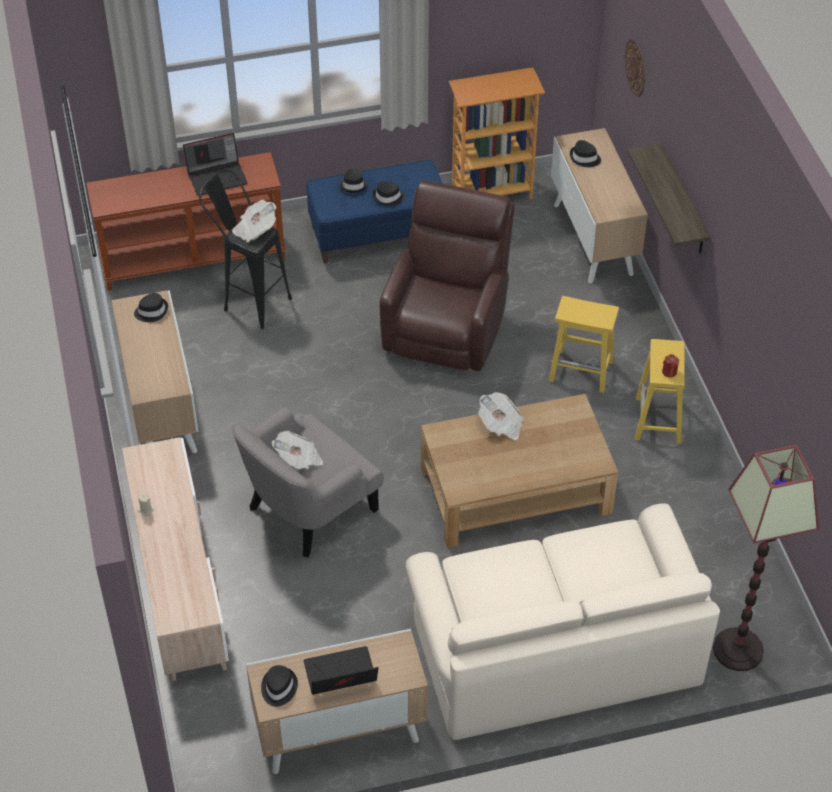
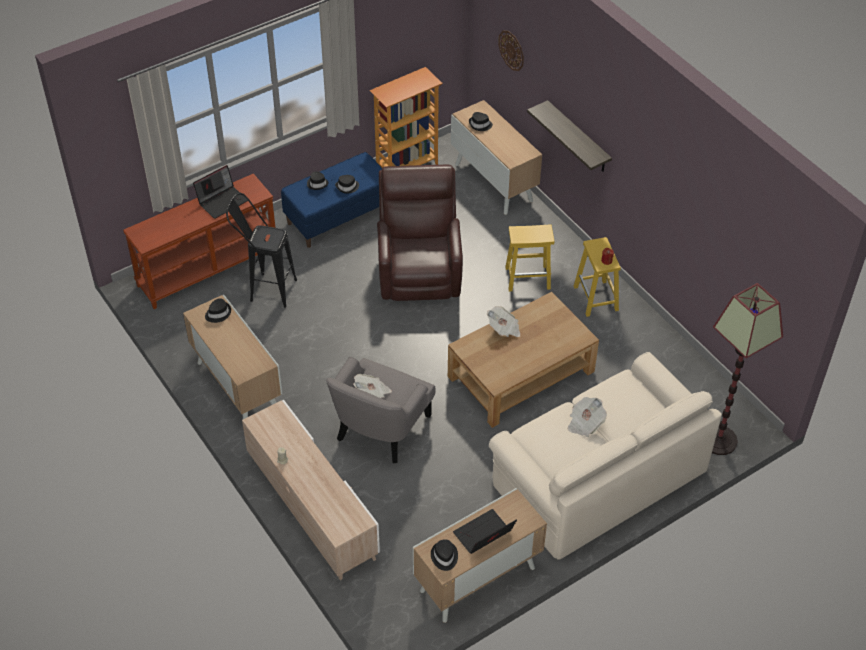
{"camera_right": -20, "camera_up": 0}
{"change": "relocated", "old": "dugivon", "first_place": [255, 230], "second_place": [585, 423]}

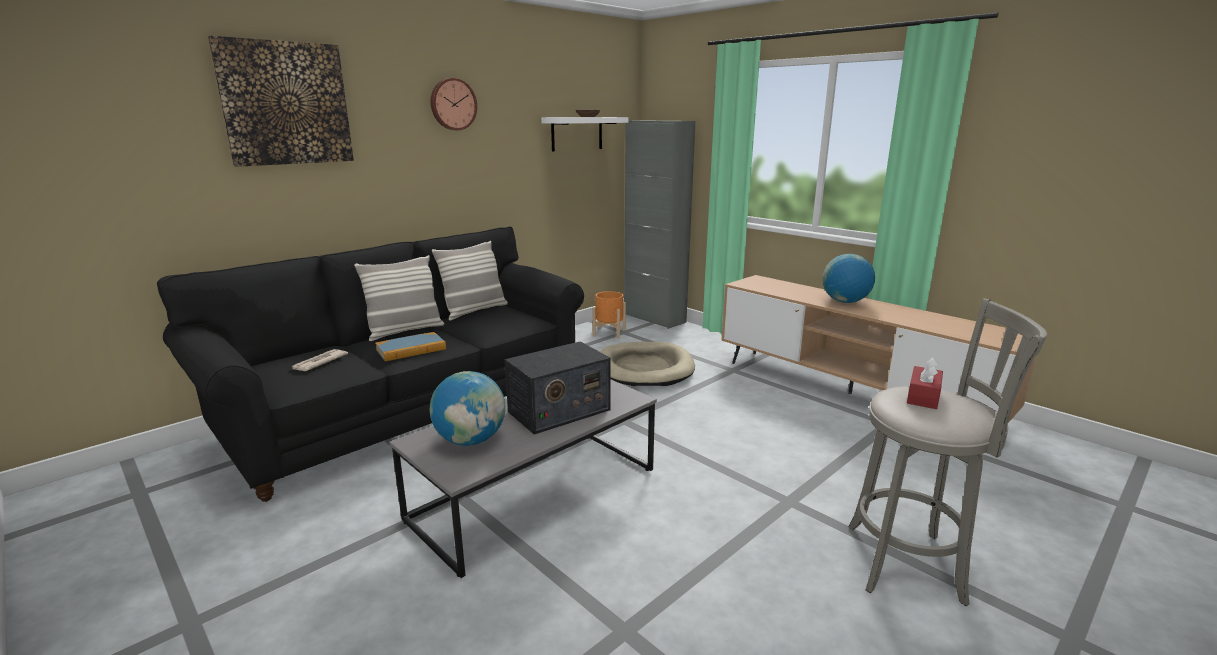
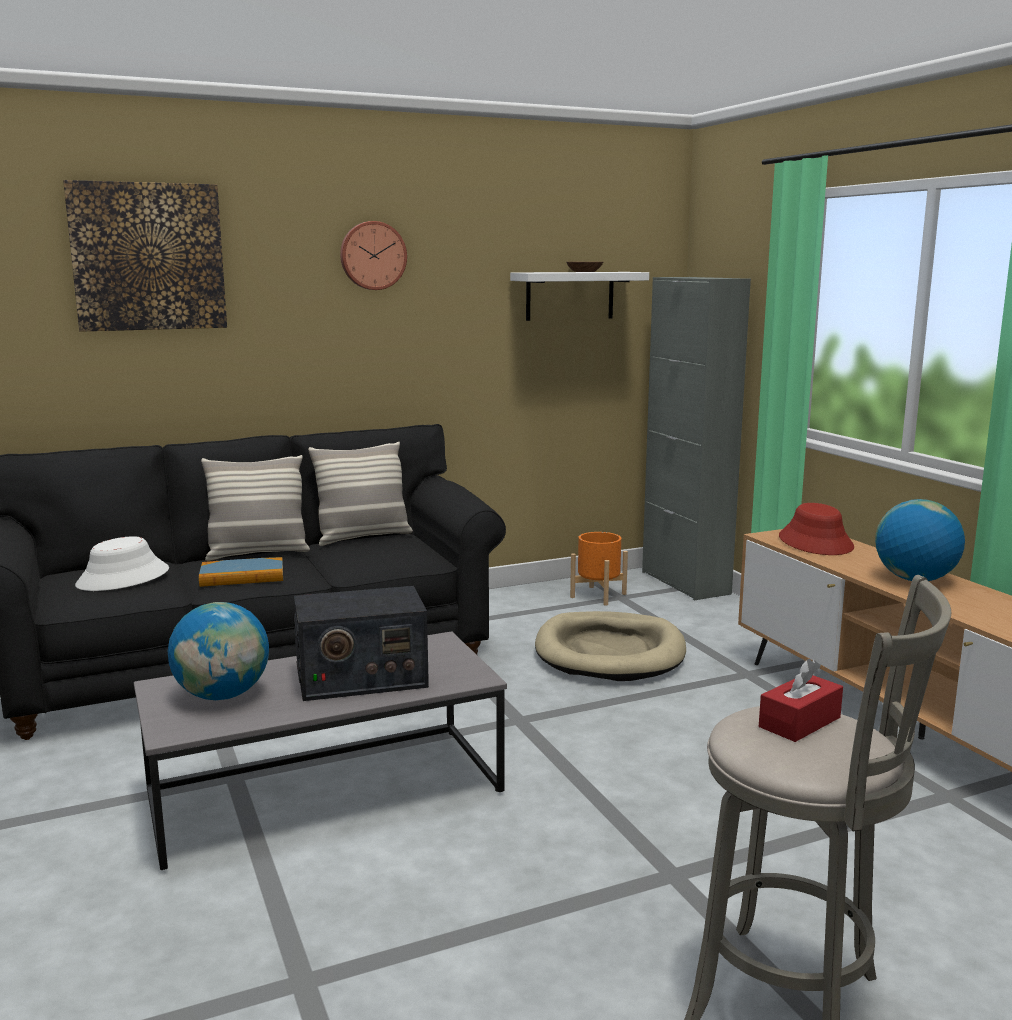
{"camera_right": 20, "camera_up": -5}
{"change": "appeared", "new": "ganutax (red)", "second_place": [816, 542]}
{"change": "exchanged", "old": "dugivon", "new": "ganutax (white)", "first_place": [319, 362], "second_place": [123, 578]}

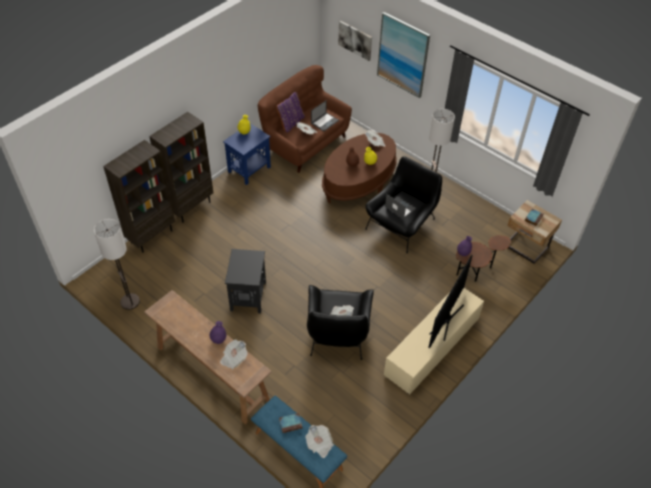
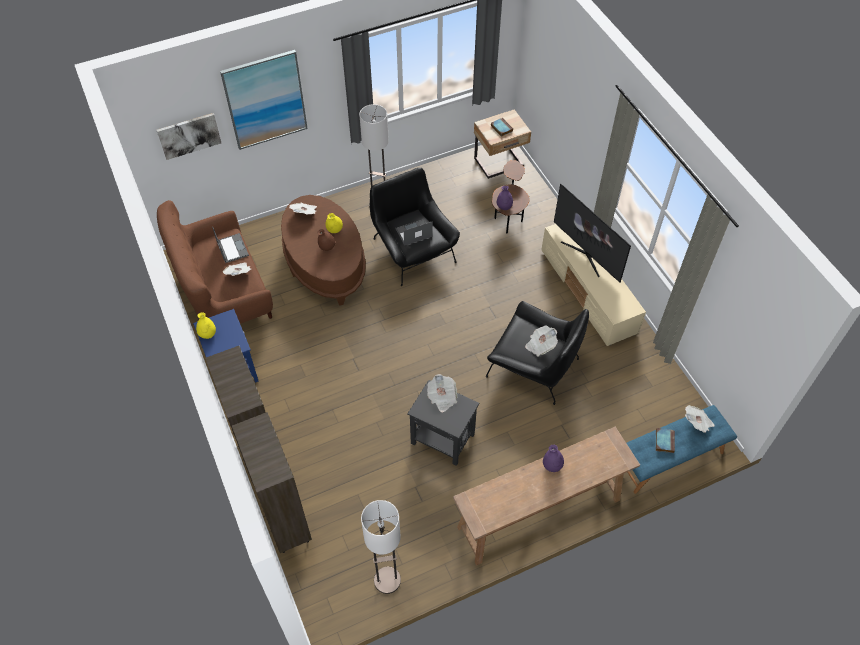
{"camera_right": -65, "camera_up": 5}
{"change": "missing", "old": "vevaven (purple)", "first_place": [290, 123]}
{"change": "relocated", "old": "dugivon", "first_place": [233, 358], "second_place": [442, 397]}

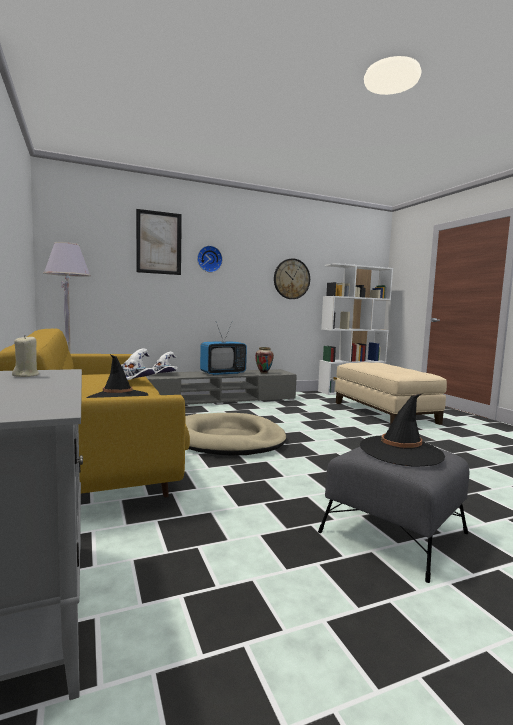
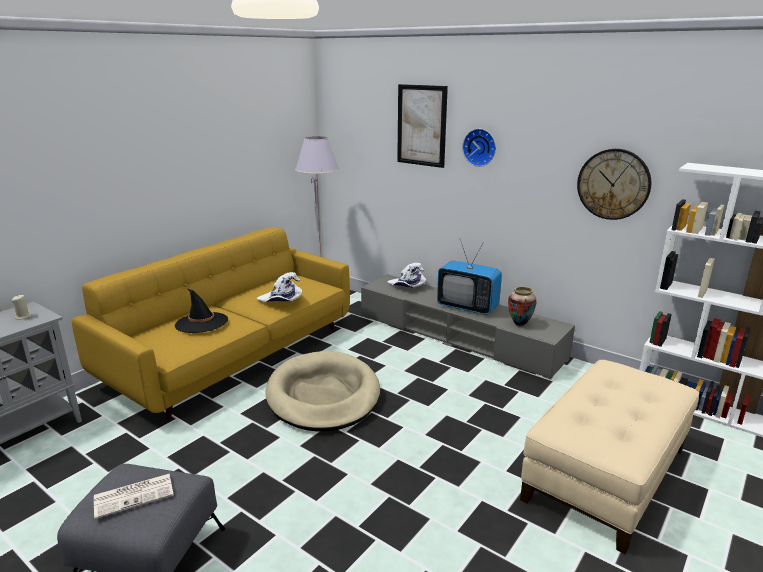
{"camera_right": 60, "camera_up": 15}
{"change": "exchanged", "old": "ganutax (black)", "new": "dugivon", "first_place": [401, 451], "second_place": [135, 495]}

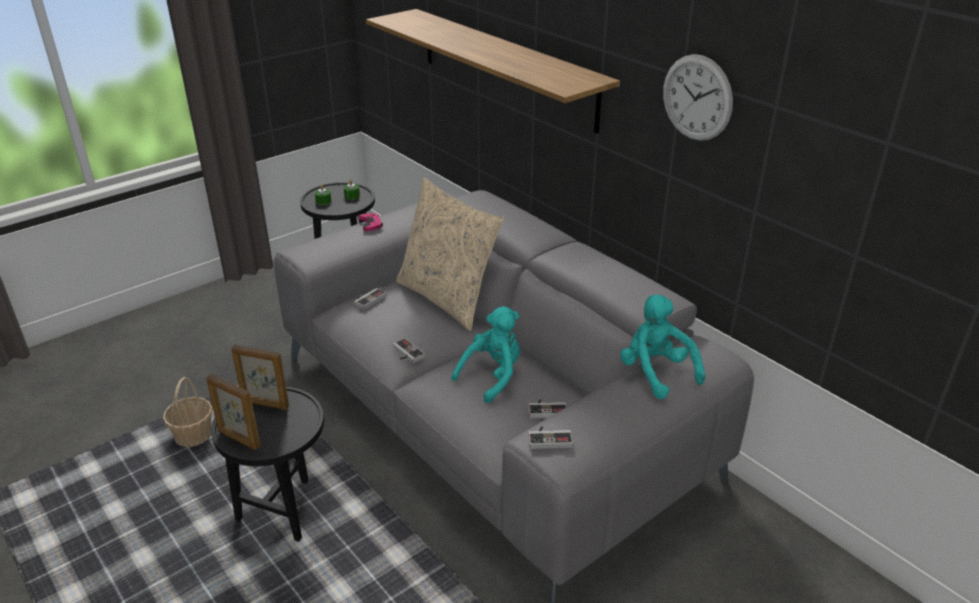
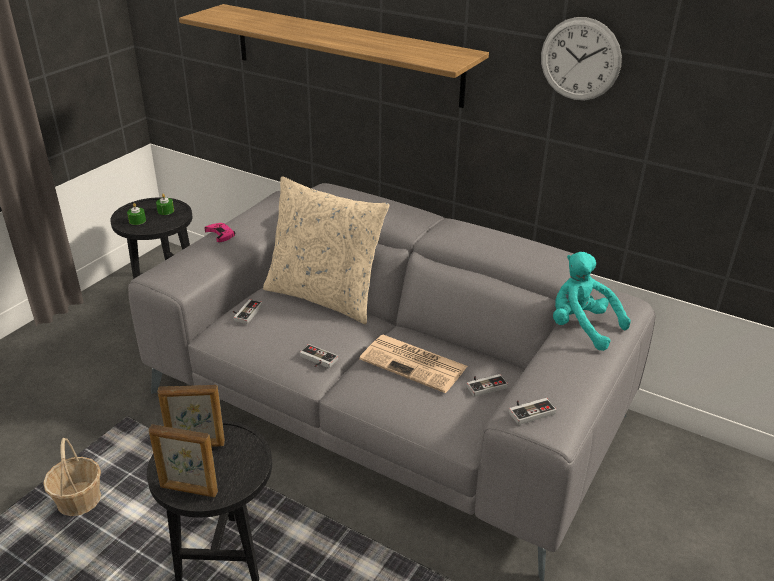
{"camera_right": -20, "camera_up": 0}
{"change": "exchanged", "old": "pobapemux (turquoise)", "new": "dugivon", "first_place": [492, 376], "second_place": [415, 363]}

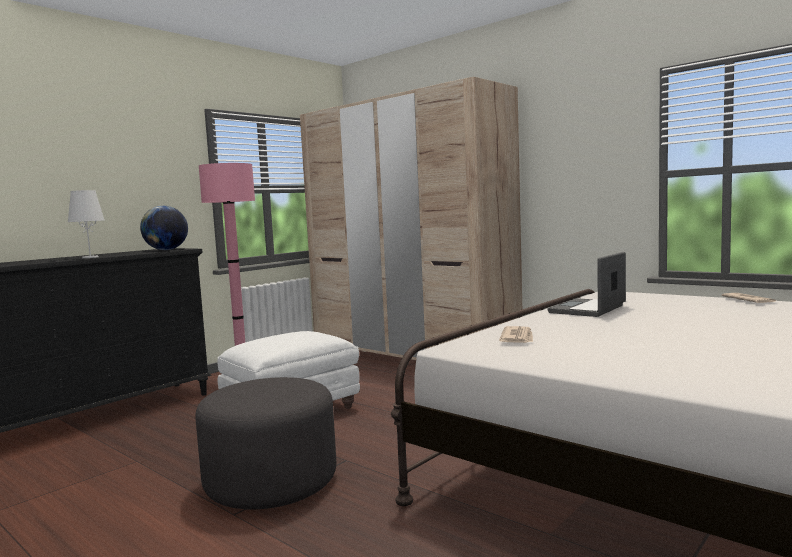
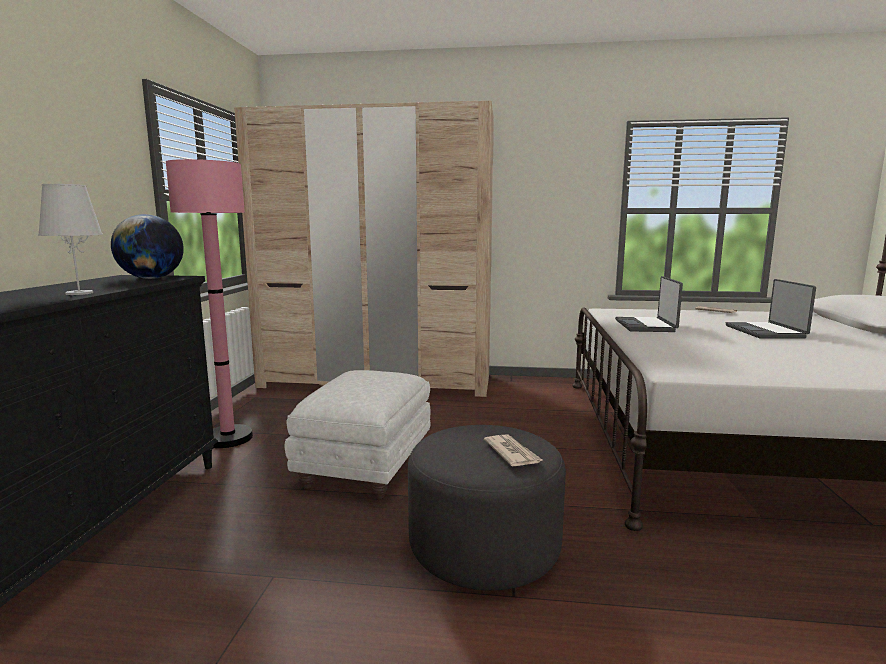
{"camera_right": -35, "camera_up": 5}
{"change": "appeared", "new": "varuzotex", "second_place": [766, 332]}
{"change": "relocated", "old": "dugivon", "first_place": [518, 338], "second_place": [512, 453]}

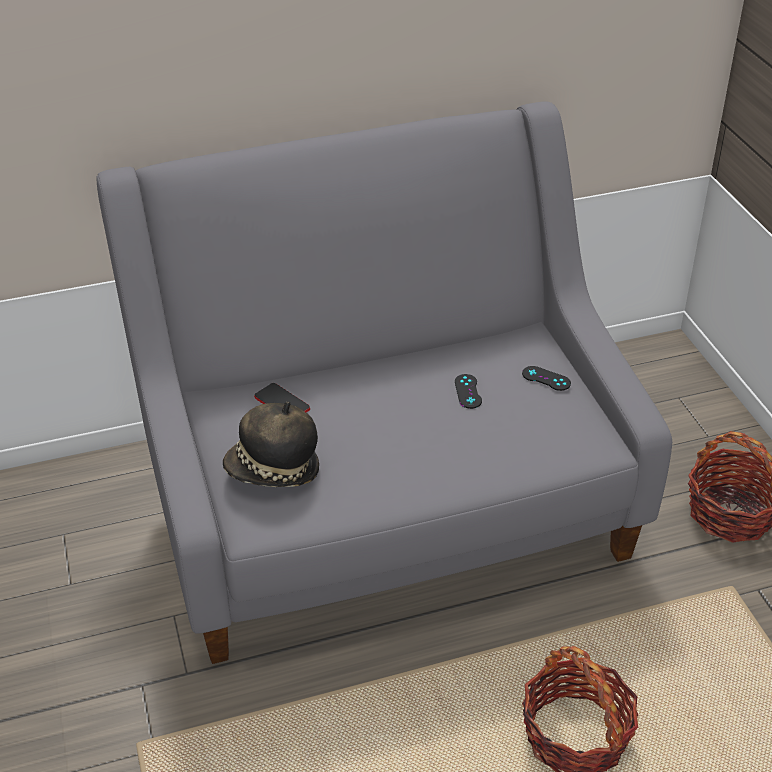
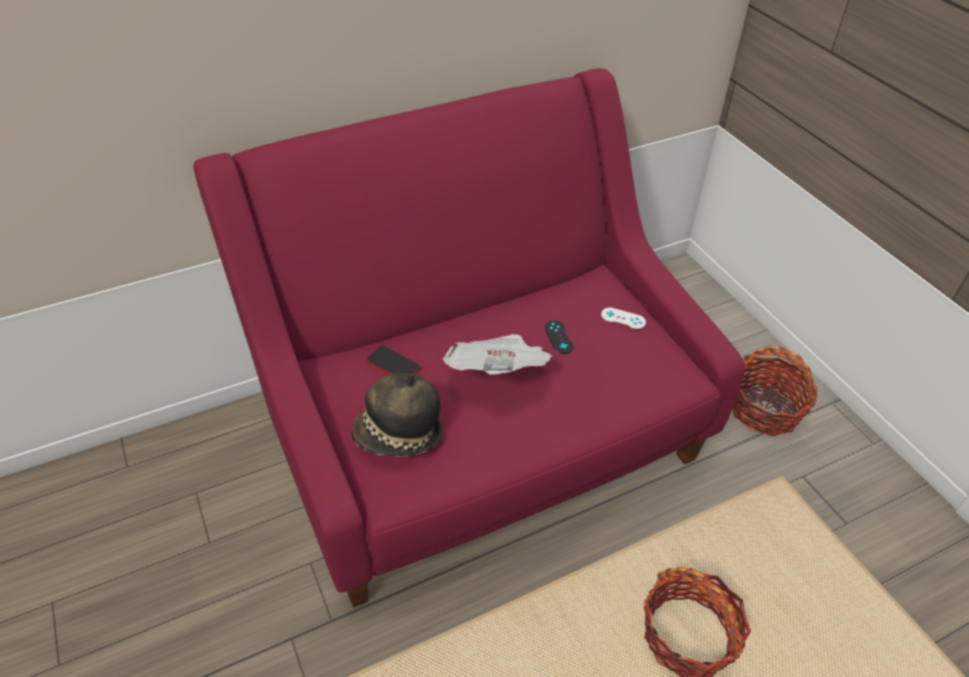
{"camera_right": -10, "camera_up": 5}
{"change": "appeared", "new": "dugivon", "second_place": [497, 373]}
{"change": "colour", "old": "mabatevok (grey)", "new": "mabatevok (red)", "first_place": [386, 508], "second_place": [481, 436]}
{"change": "colour", "old": "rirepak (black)", "new": "rirepak (white)", "first_place": [546, 378], "second_place": [623, 318]}

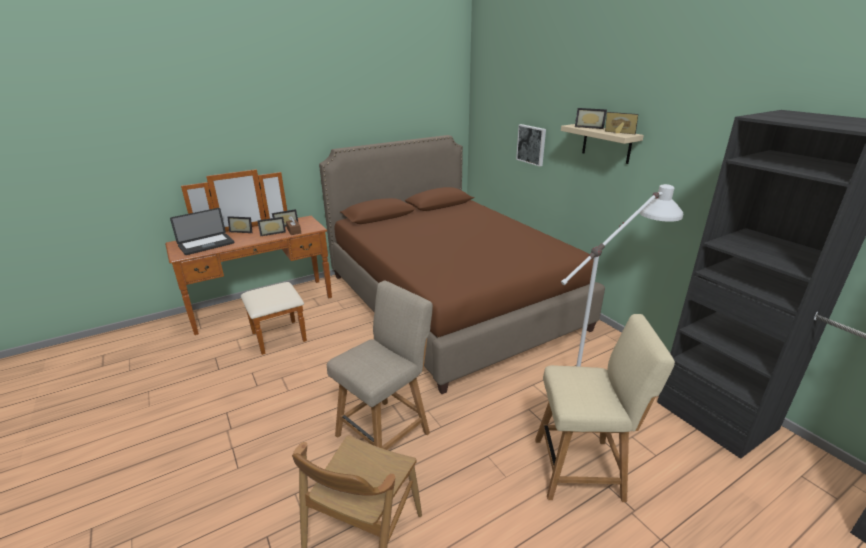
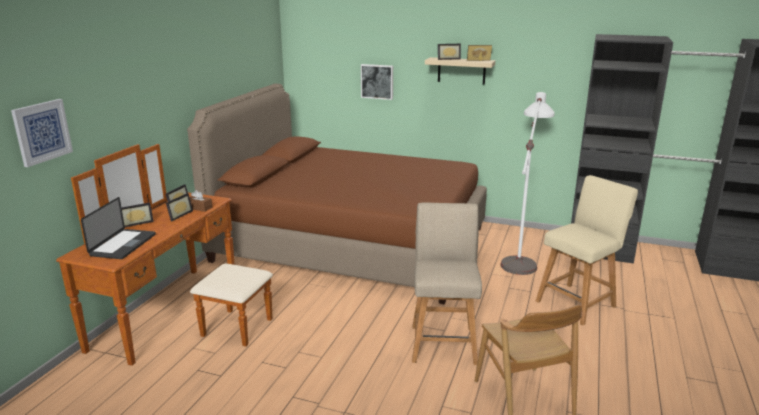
{"camera_right": -40, "camera_up": -5}
{"change": "appeared", "new": "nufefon", "second_place": [42, 132]}

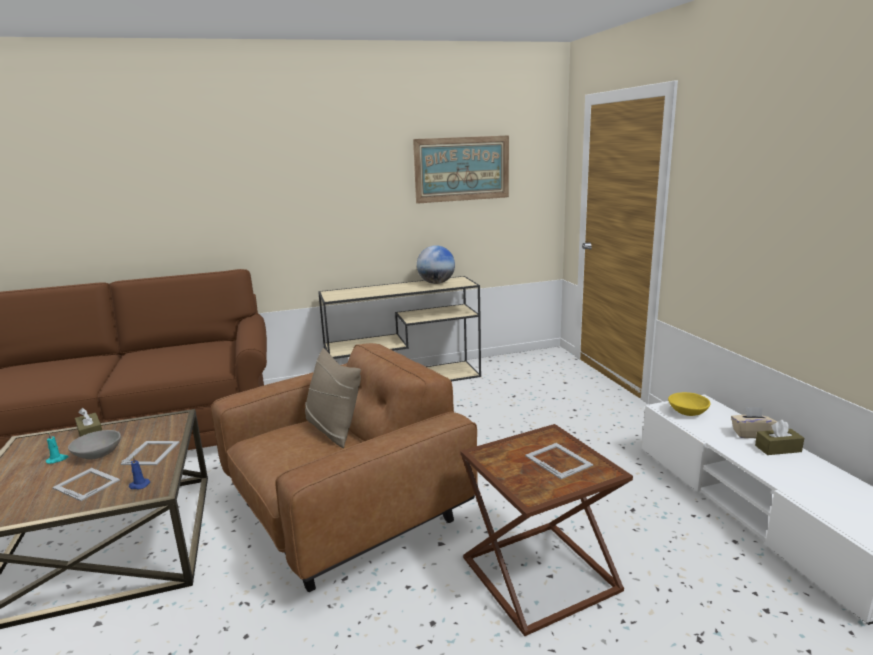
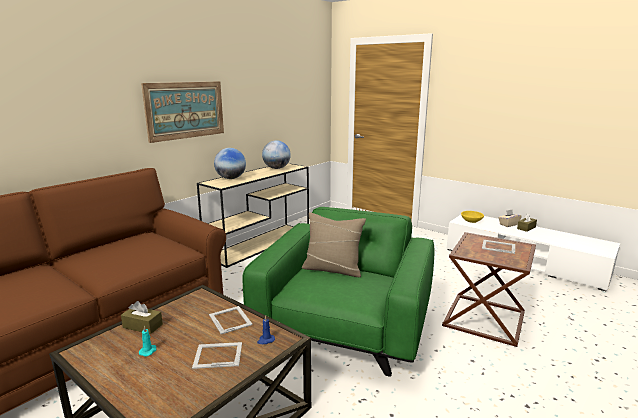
{"camera_right": -35, "camera_up": 0}
{"change": "missing", "old": "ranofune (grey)", "first_place": [98, 455]}
{"change": "appeared", "new": "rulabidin", "second_place": [231, 178]}
{"change": "relocated", "old": "nufefon", "first_place": [462, 169], "second_place": [185, 110]}
{"change": "colour", "old": "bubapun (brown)", "new": "bubapun (green)", "first_place": [346, 513], "second_place": [344, 328]}

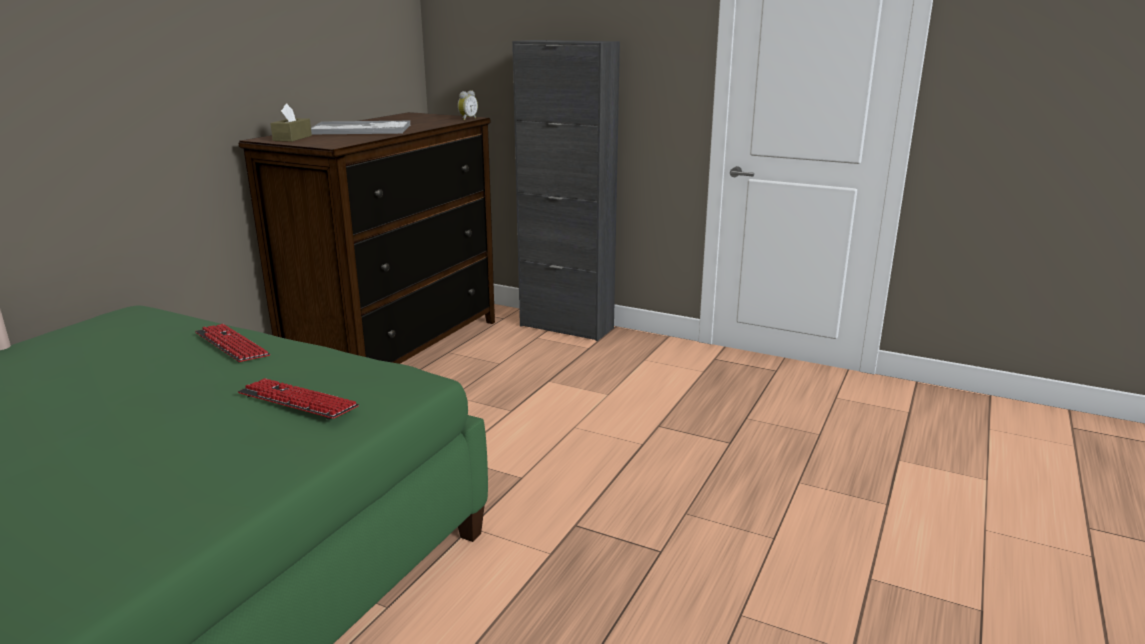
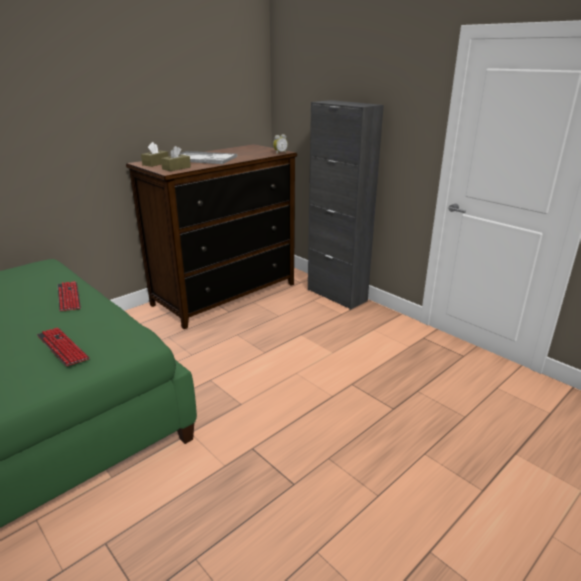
{"camera_right": 20, "camera_up": 5}
{"change": "appeared", "new": "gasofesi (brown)", "second_place": [176, 168]}

